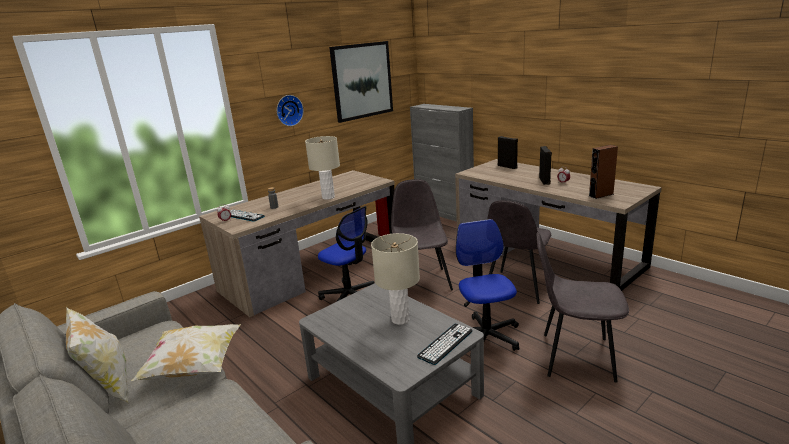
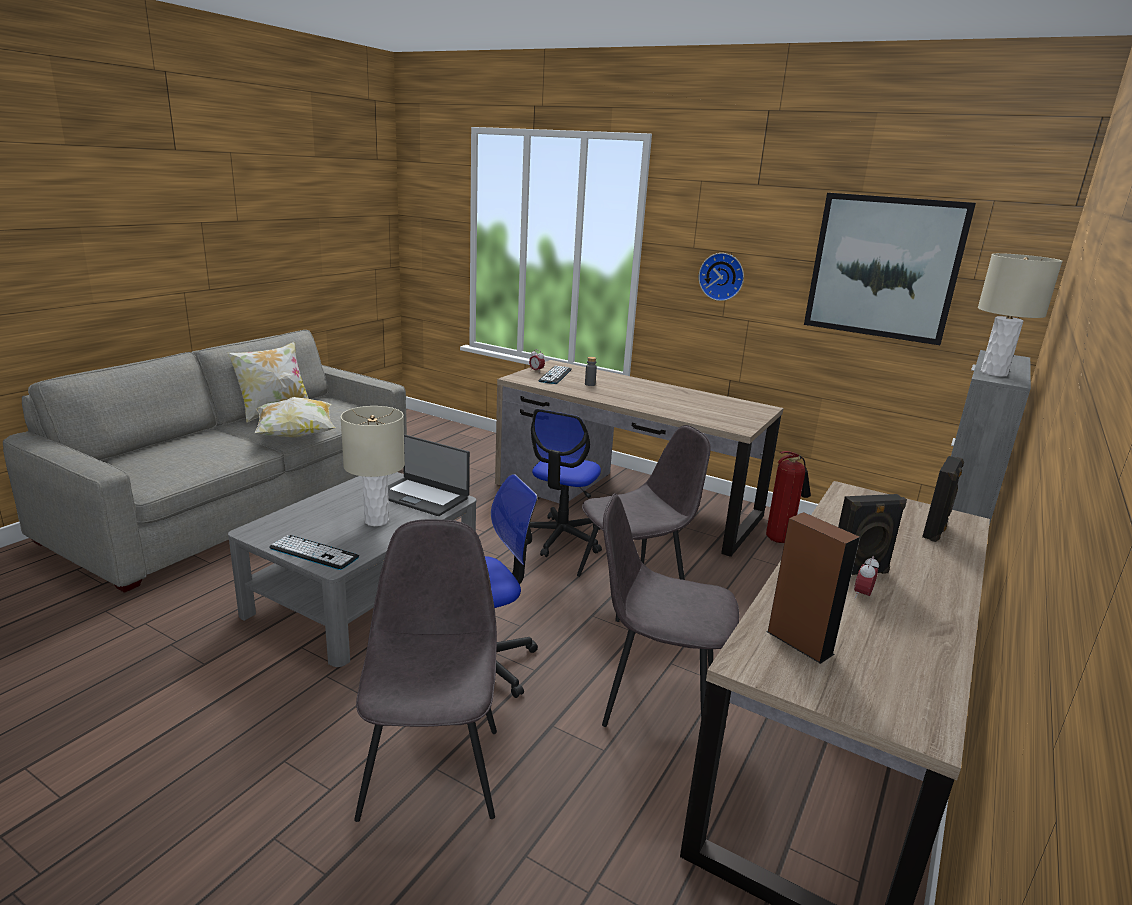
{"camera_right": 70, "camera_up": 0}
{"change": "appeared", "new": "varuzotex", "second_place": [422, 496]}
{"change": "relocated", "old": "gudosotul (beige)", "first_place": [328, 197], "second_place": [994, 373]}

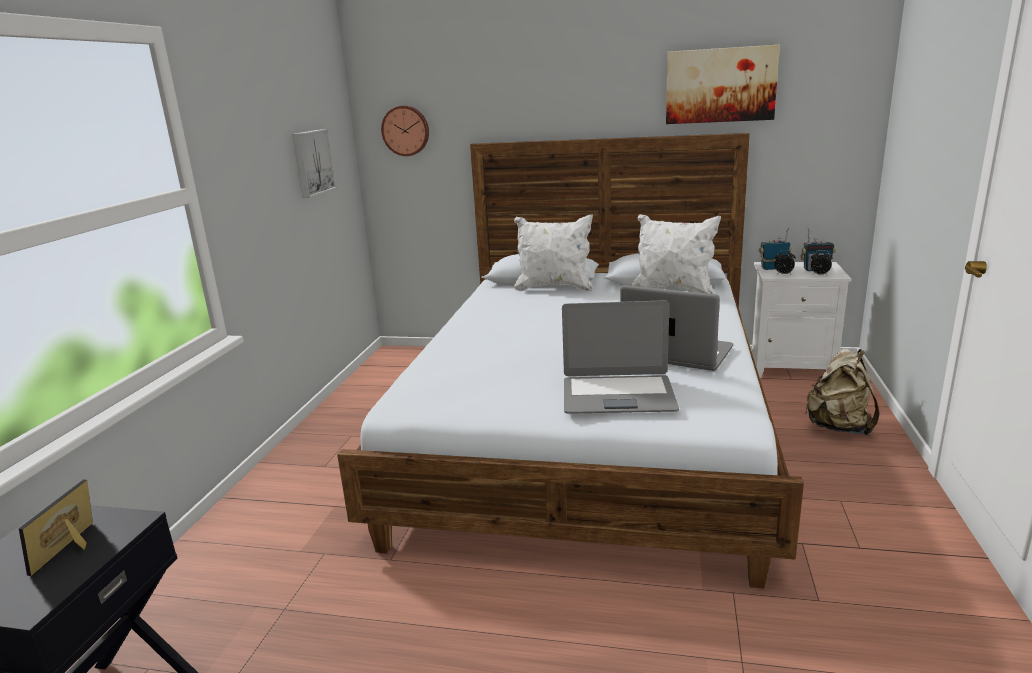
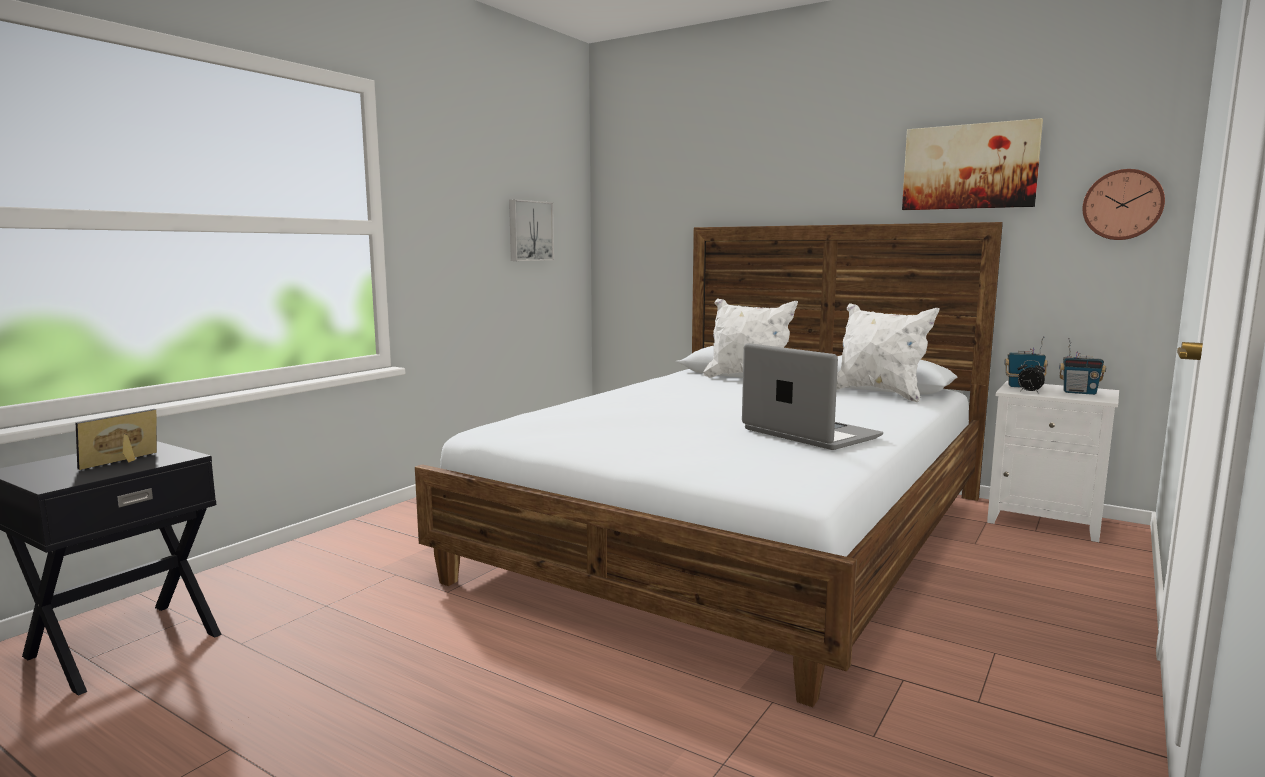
{"camera_right": 20, "camera_up": -10}
{"change": "missing", "old": "varuzotex", "first_place": [618, 396]}
{"change": "missing", "old": "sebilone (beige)", "first_place": [839, 427]}
{"change": "missing", "old": "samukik", "first_place": [819, 275]}
{"change": "relocated", "old": "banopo", "first_place": [406, 130], "second_place": [1122, 205]}

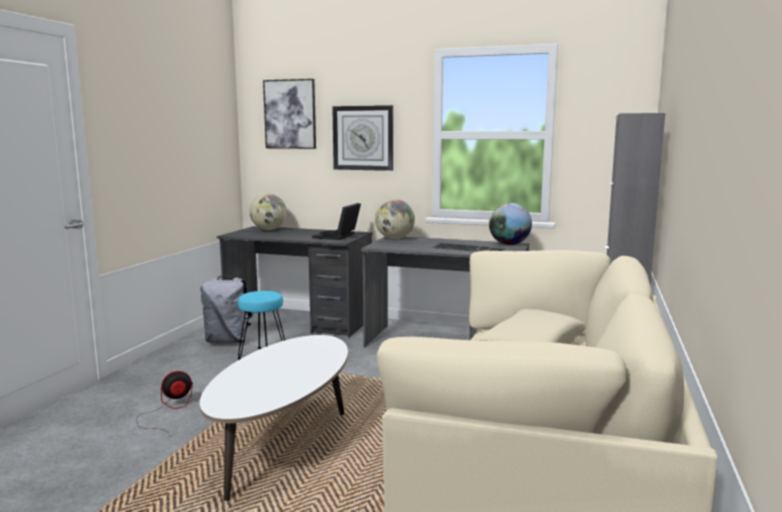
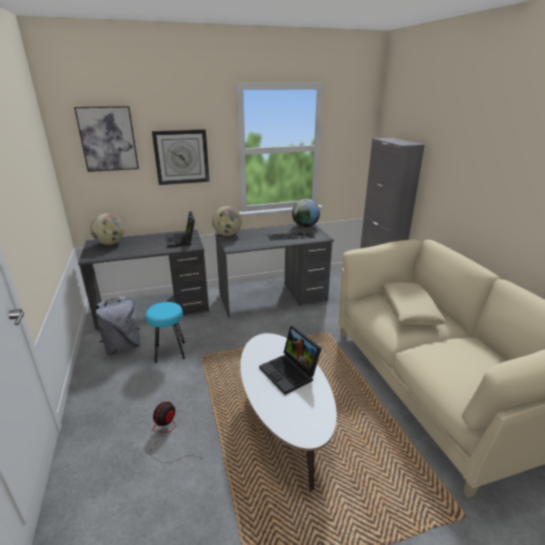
{"camera_right": -35, "camera_up": 15}
{"change": "appeared", "new": "varuzotex", "second_place": [290, 373]}

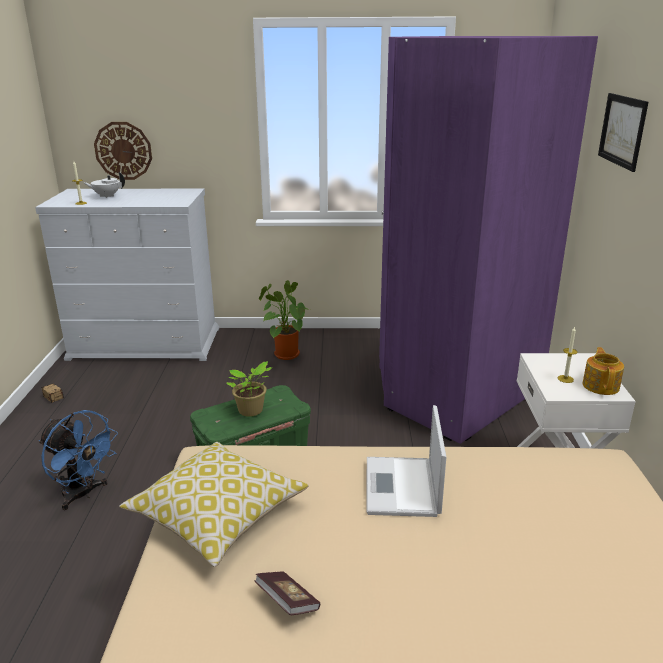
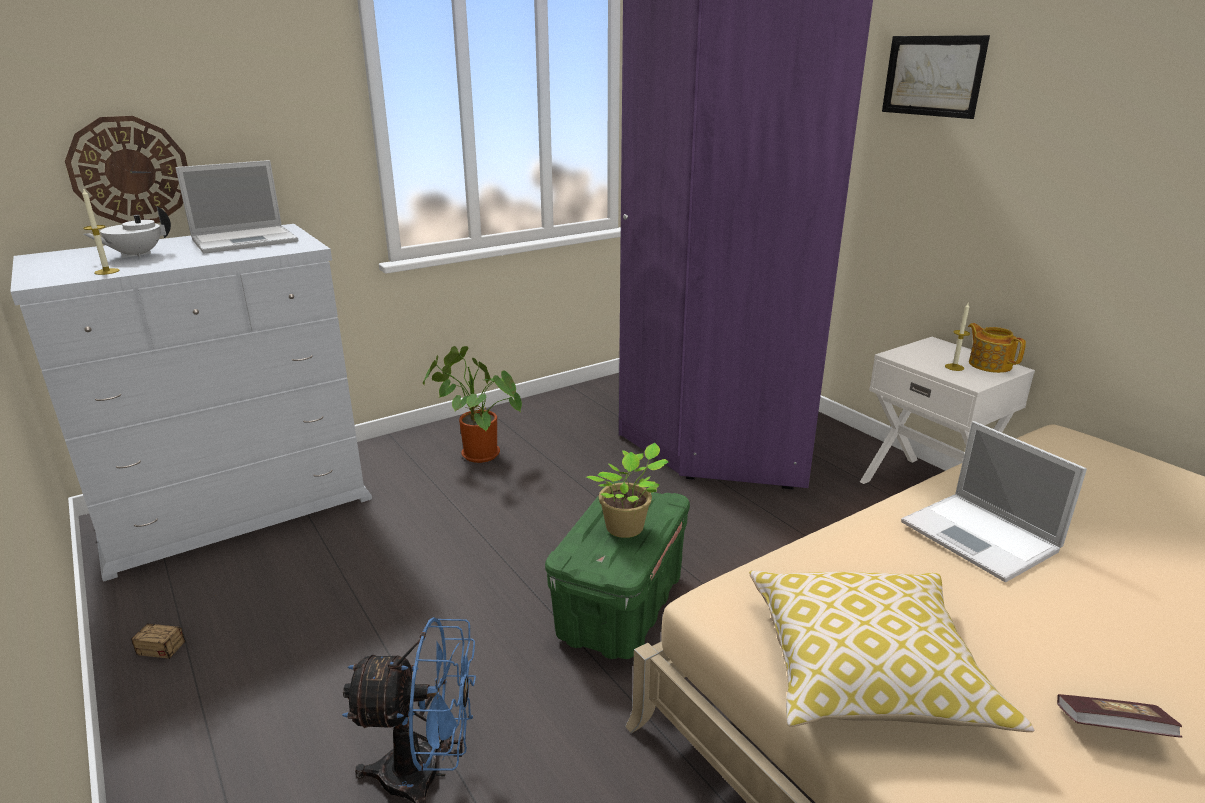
{"camera_right": -35, "camera_up": 0}
{"change": "appeared", "new": "varuzotex", "second_place": [247, 240]}

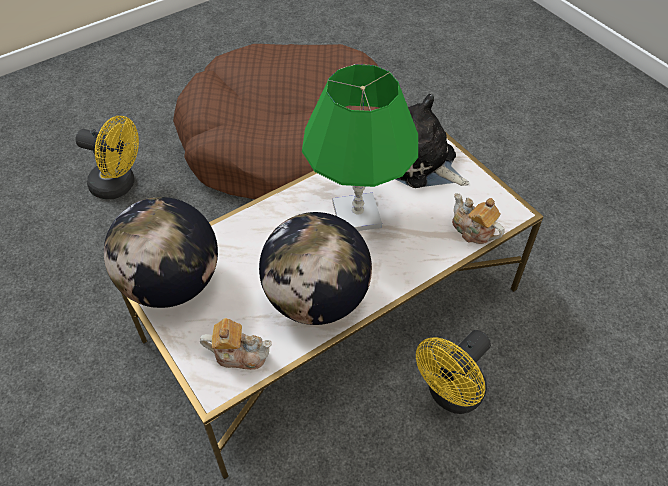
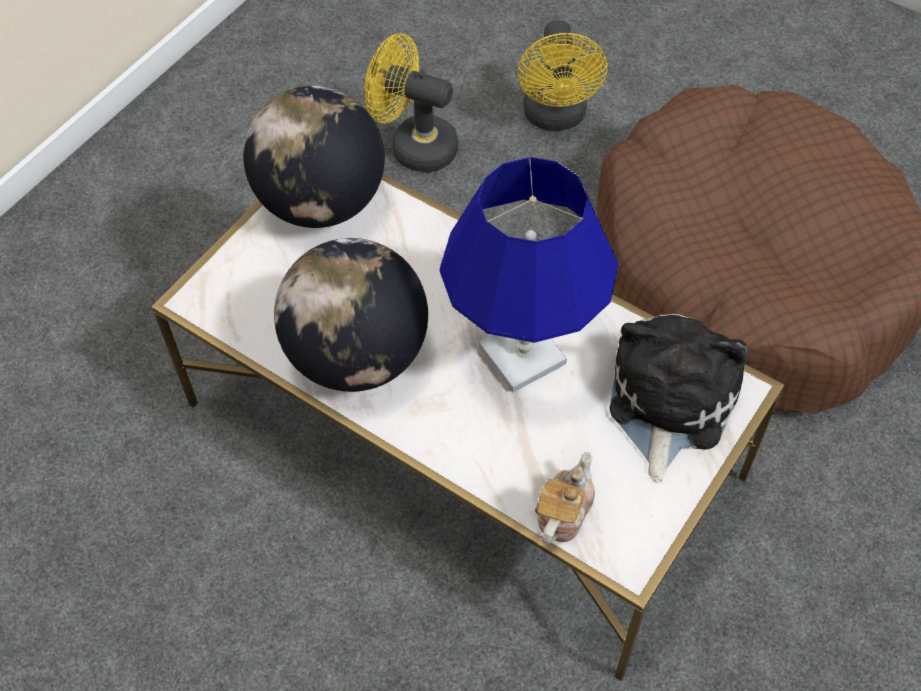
{"camera_right": 70, "camera_up": 5}
{"change": "missing", "old": "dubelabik", "first_place": [239, 354]}
{"change": "relocated", "old": "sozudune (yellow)", "first_place": [450, 395], "second_place": [414, 145]}
{"change": "colour", "old": "gudosotul (green)", "new": "gudosotul (blue)", "first_place": [357, 214], "second_place": [523, 356]}

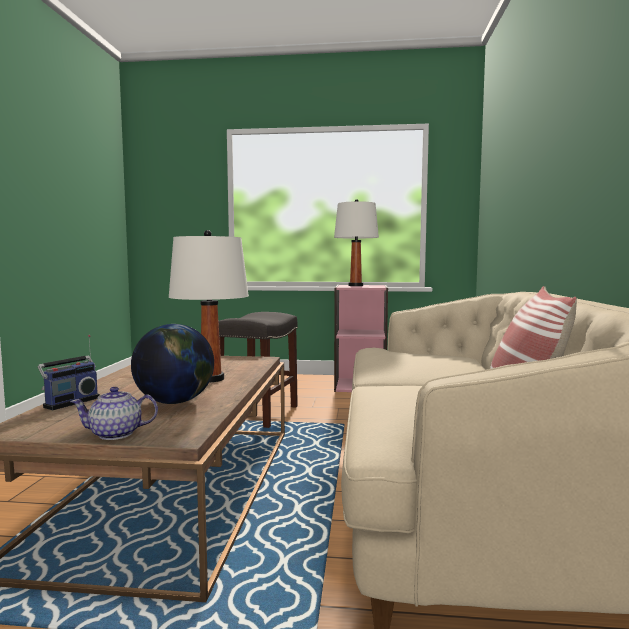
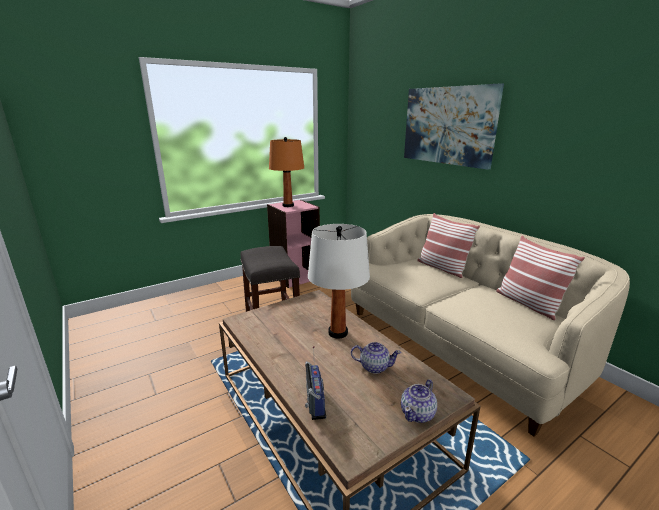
{"camera_right": -40, "camera_up": 15}
{"change": "appeared", "new": "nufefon", "second_place": [448, 126]}
{"change": "appeared", "new": "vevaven", "second_place": [442, 268]}
{"change": "exchanged", "old": "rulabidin", "new": "dubelabik", "first_place": [175, 402], "second_place": [374, 366]}
{"change": "colour", "old": "gudosotul (white)", "new": "gudosotul (orange)", "first_place": [356, 285], "second_place": [288, 205]}

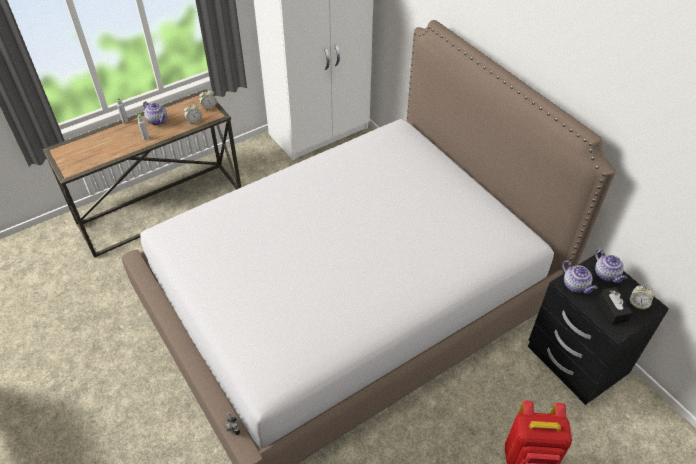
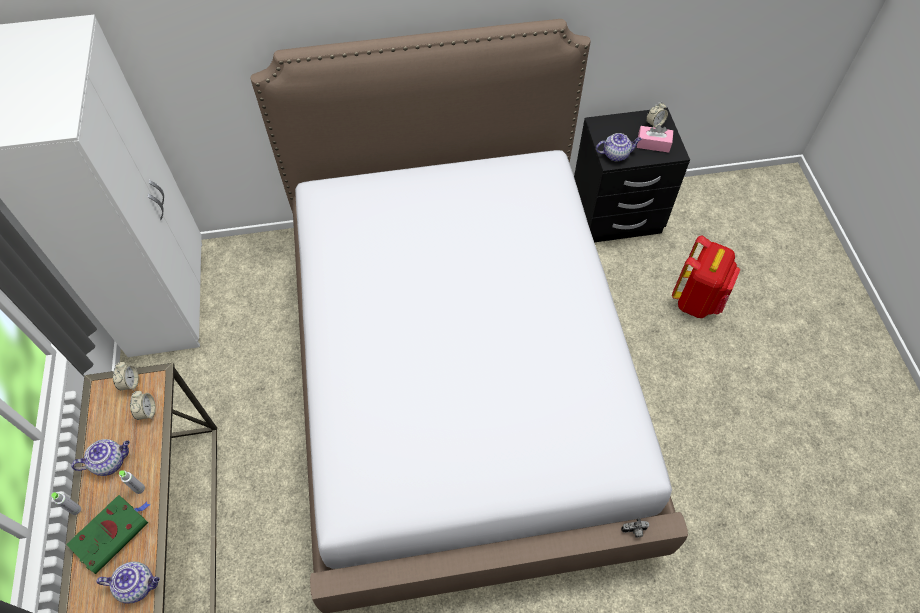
{"camera_right": -65, "camera_up": 10}
{"change": "appeared", "new": "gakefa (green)", "second_place": [112, 533]}
{"change": "relocated", "old": "dubelabik", "first_place": [607, 275], "second_place": [138, 585]}
{"change": "colour", "old": "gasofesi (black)", "new": "gasofesi (pink)", "first_place": [612, 309], "second_place": [653, 144]}

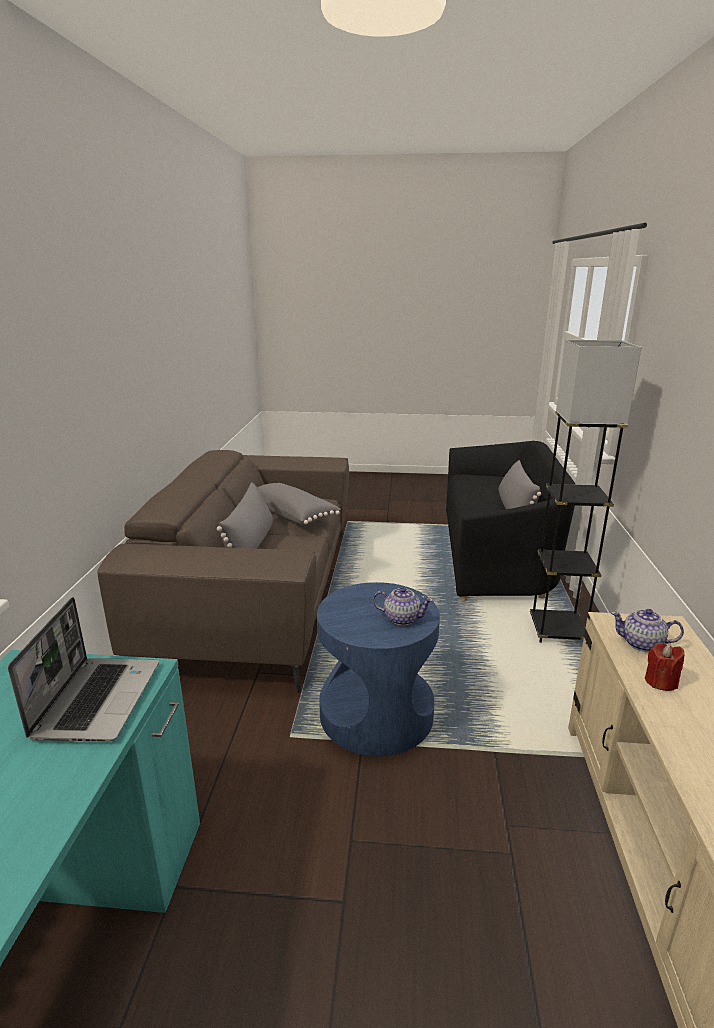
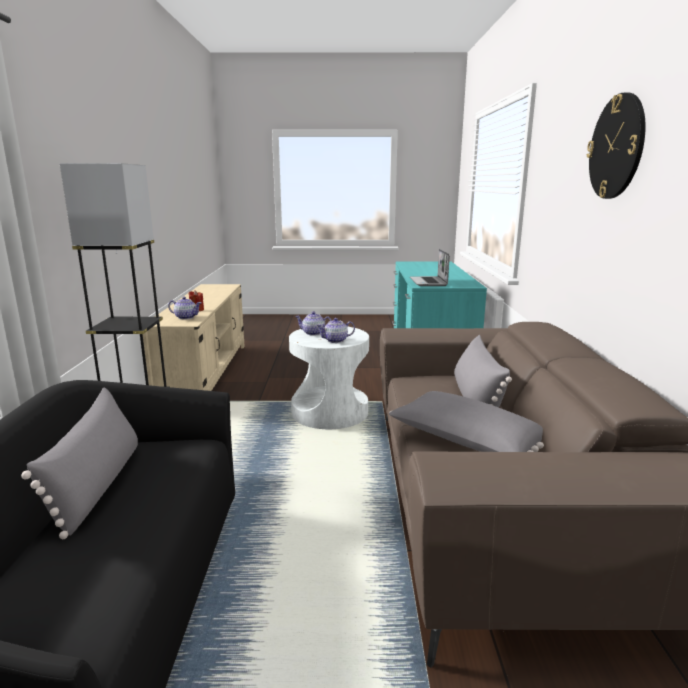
{"camera_right": 175, "camera_up": -5}
{"change": "appeared", "new": "dubelabik", "second_place": [336, 340]}
{"change": "appeared", "new": "banopo", "second_place": [616, 147]}
{"change": "colour", "old": "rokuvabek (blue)", "new": "rokuvabek (white)", "first_place": [376, 713], "second_place": [330, 412]}

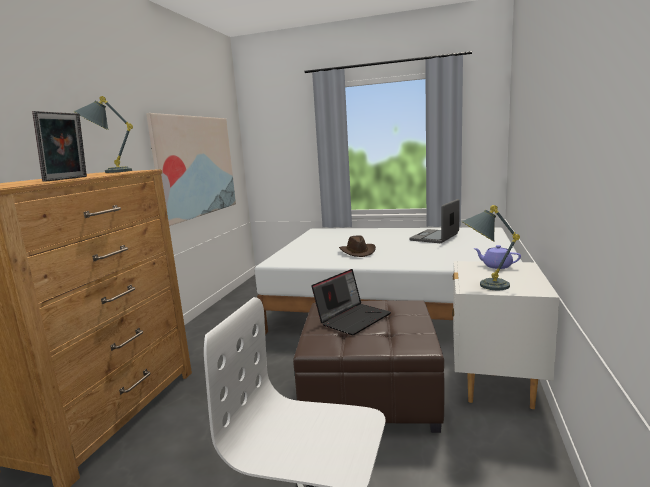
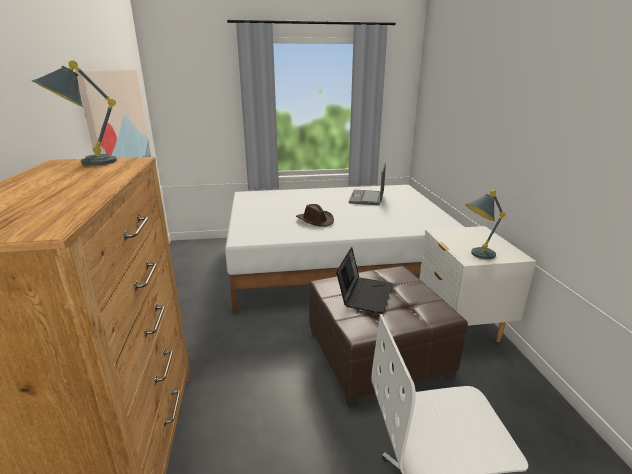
{"camera_right": -25, "camera_up": 10}
{"change": "missing", "old": "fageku", "first_place": [68, 179]}
{"change": "missing", "old": "dubelabik (purple)", "first_place": [496, 266]}

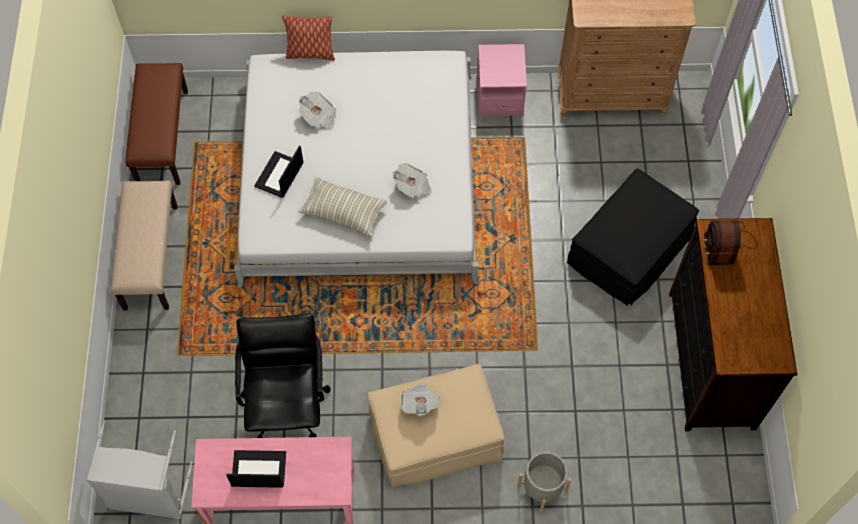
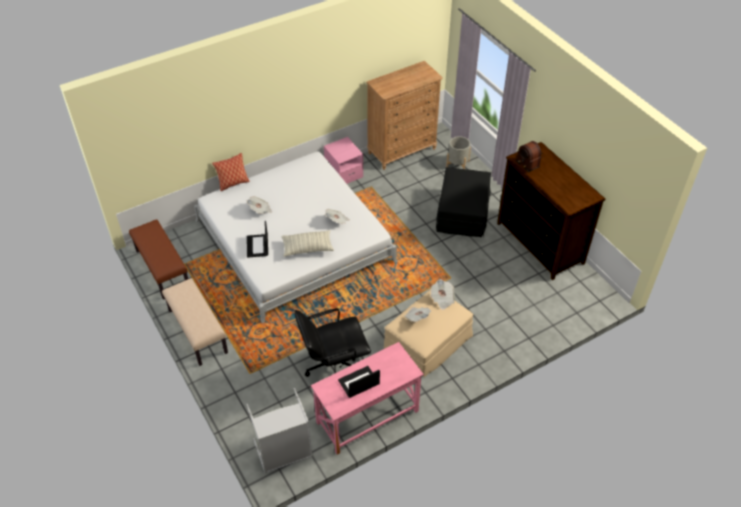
{"camera_right": -30, "camera_up": -15}
{"change": "appeared", "new": "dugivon", "second_place": [442, 299]}
{"change": "relocated", "old": "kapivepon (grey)", "first_place": [542, 488], "second_place": [457, 164]}
{"change": "spun", "old": "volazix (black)", "first_place": [287, 404], "second_place": [333, 367], "degrees": -75}

